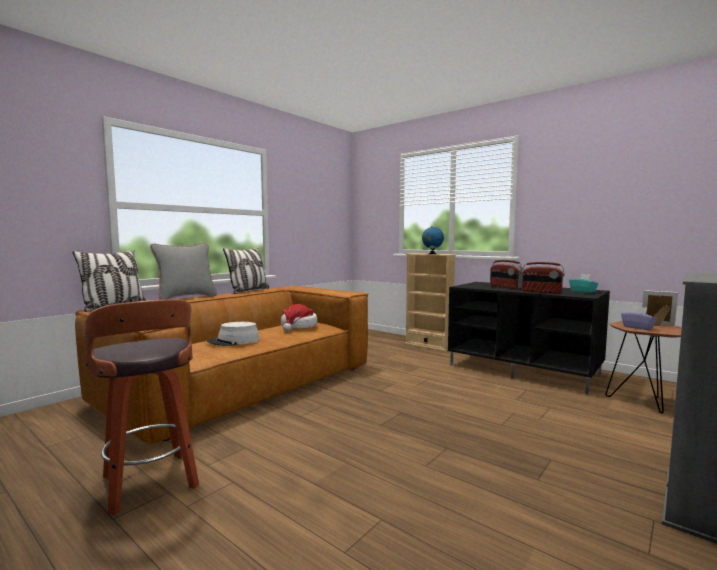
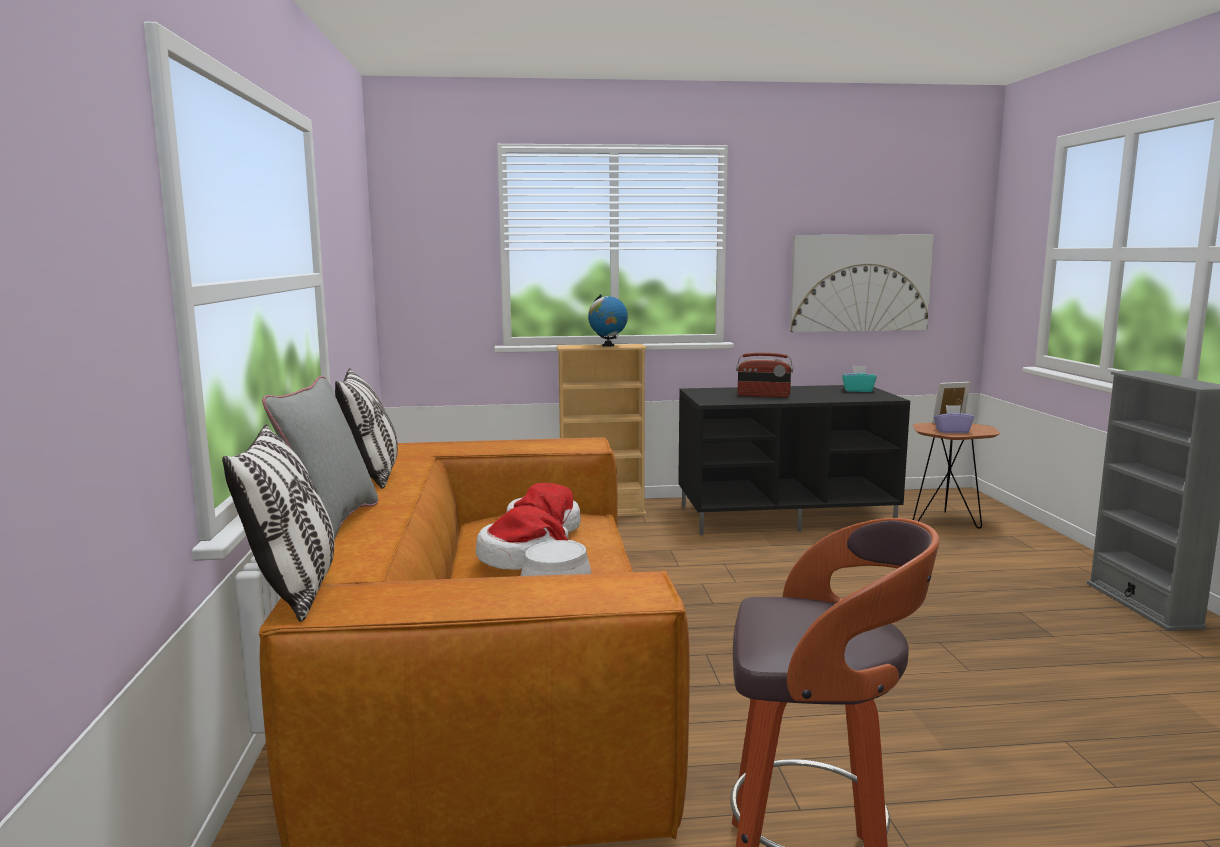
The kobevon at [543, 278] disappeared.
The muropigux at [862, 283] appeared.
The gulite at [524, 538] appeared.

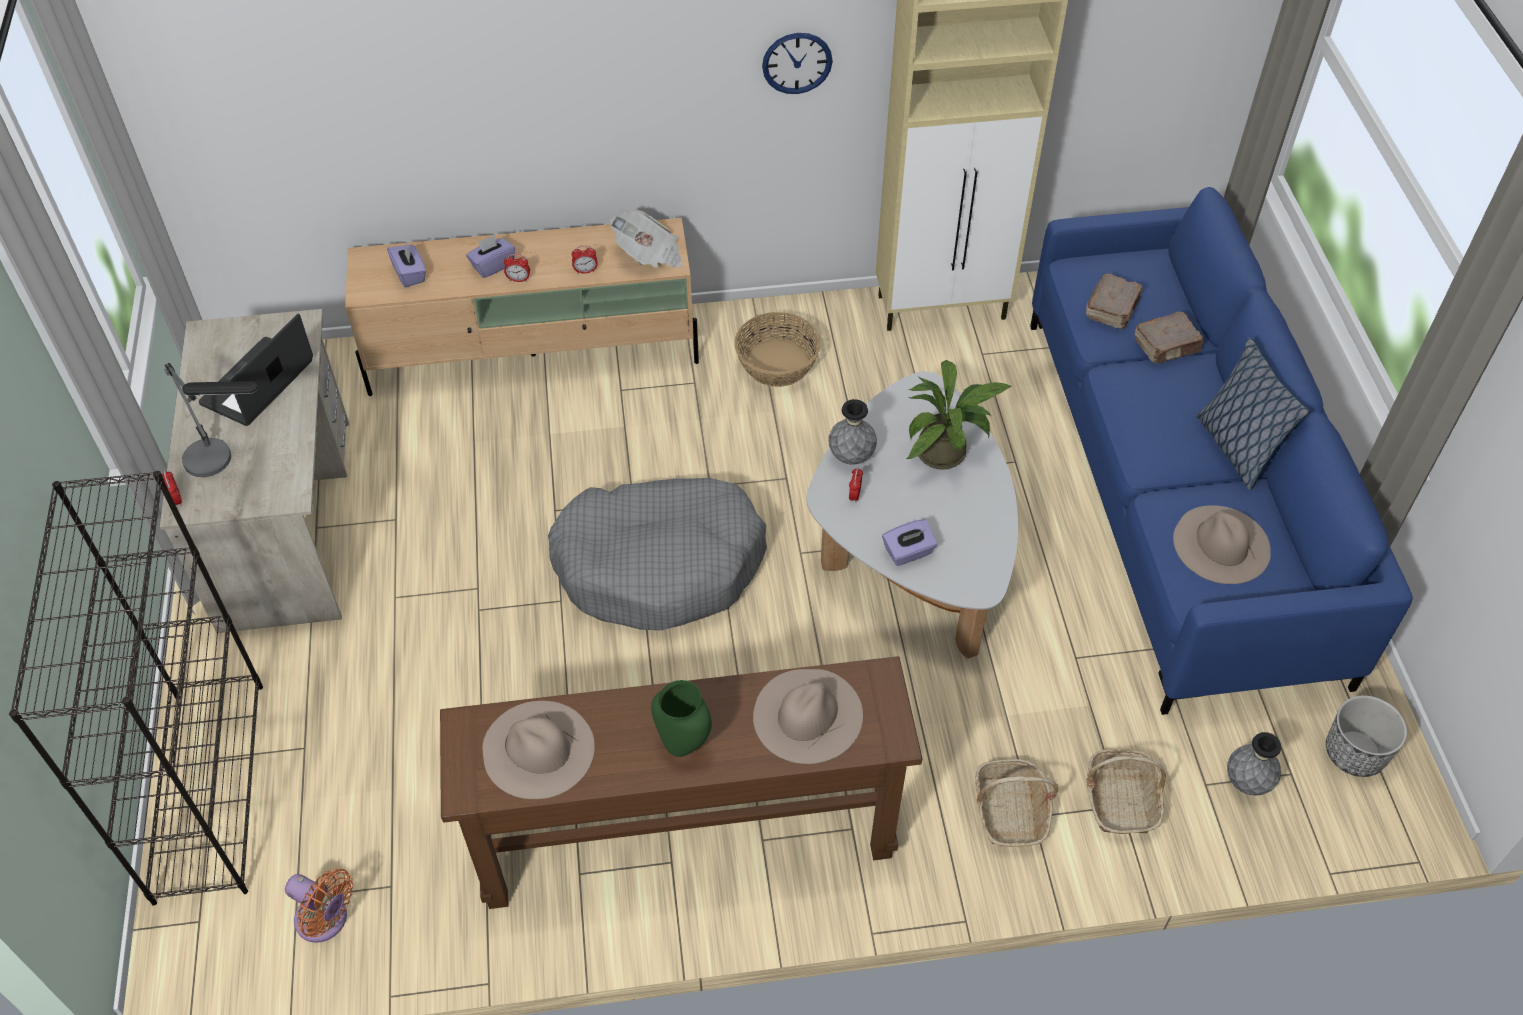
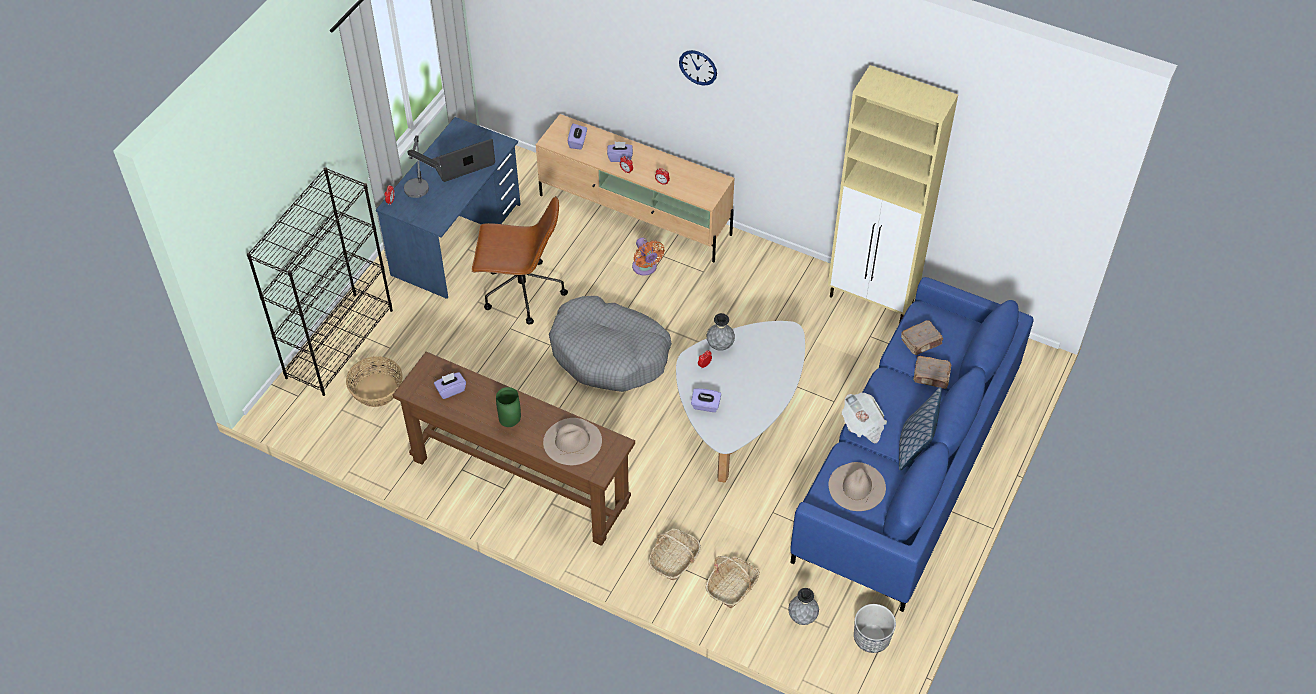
The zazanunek moved from [797, 63] to [698, 67].
The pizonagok moved from [646, 239] to [864, 418].
The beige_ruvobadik at [254, 471] became the blue_ruvobadik at [448, 208].
The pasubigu moved from [777, 349] to [374, 381].
The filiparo at [959, 415] disappeared.
The beige_gulite at [539, 750] was replaced by the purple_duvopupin at [450, 385].
The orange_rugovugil moved from [319, 905] to [648, 257].
The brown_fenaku at [520, 260] appeared.

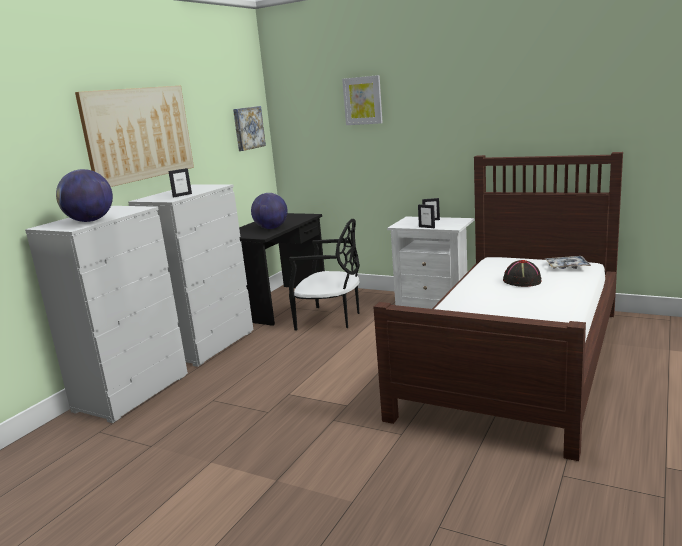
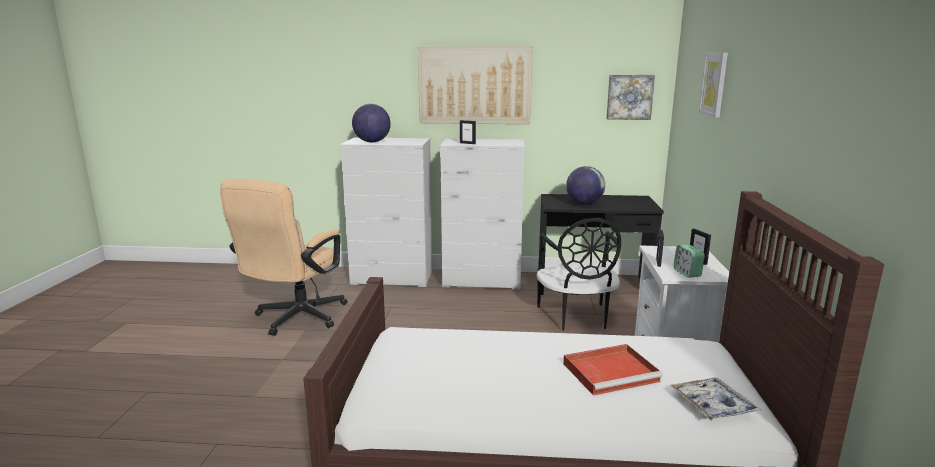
The black_gulite at [522, 273] was replaced by the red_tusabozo at [613, 370].
The beige_fenaku at [284, 257] appeared.
The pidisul at [689, 261] appeared.

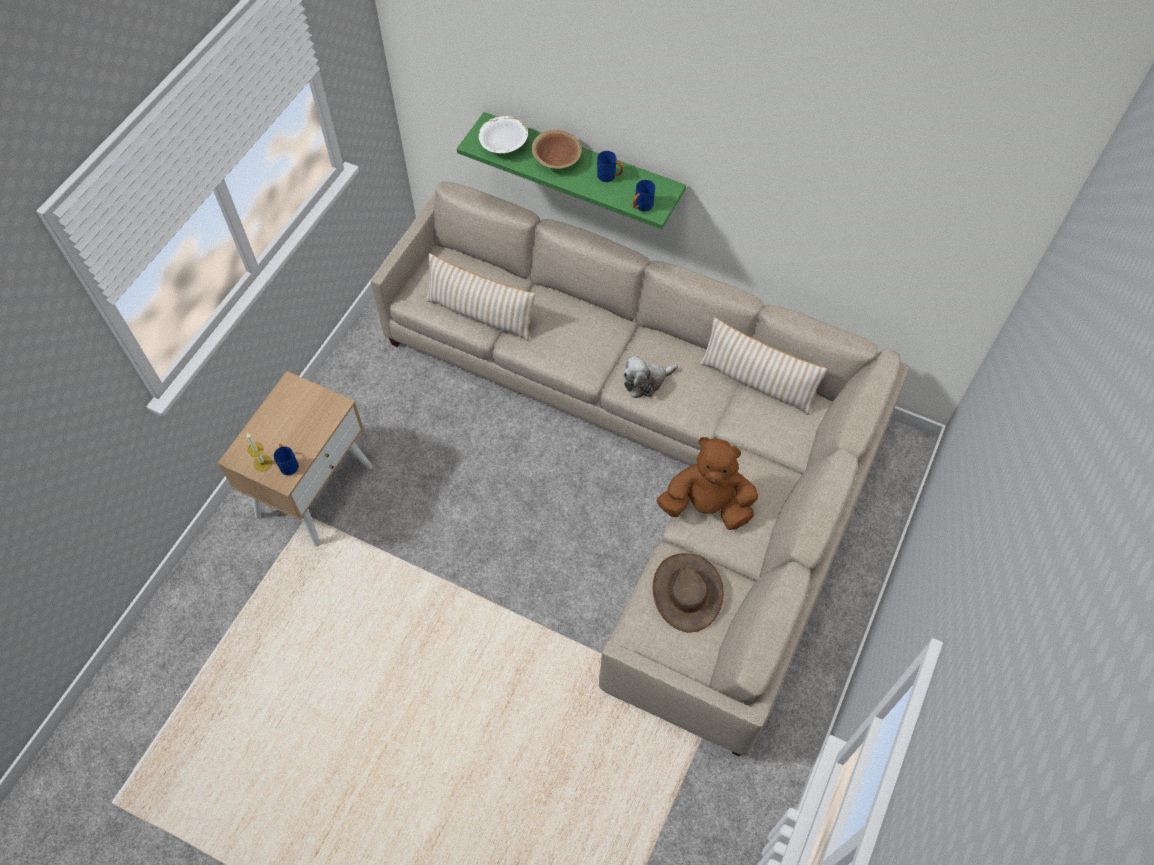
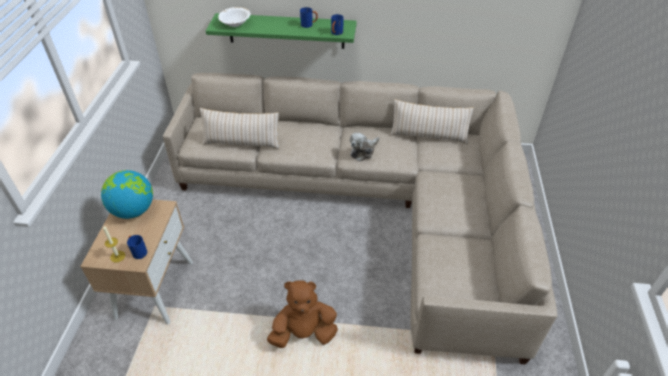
The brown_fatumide at [557, 149] disappeared.
The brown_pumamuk moved from [707, 483] to [302, 314].
The brown_gulite at [688, 592] disappeared.
The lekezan at [127, 194] appeared.

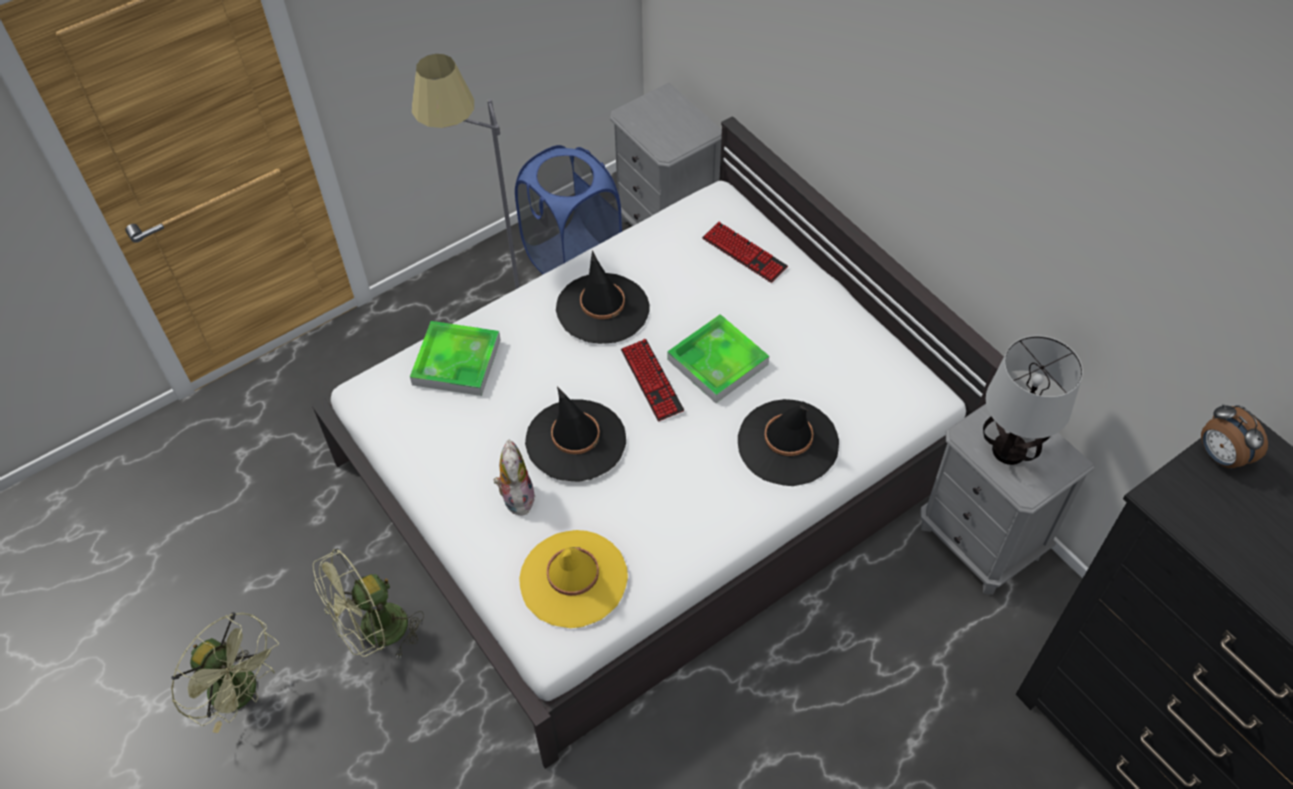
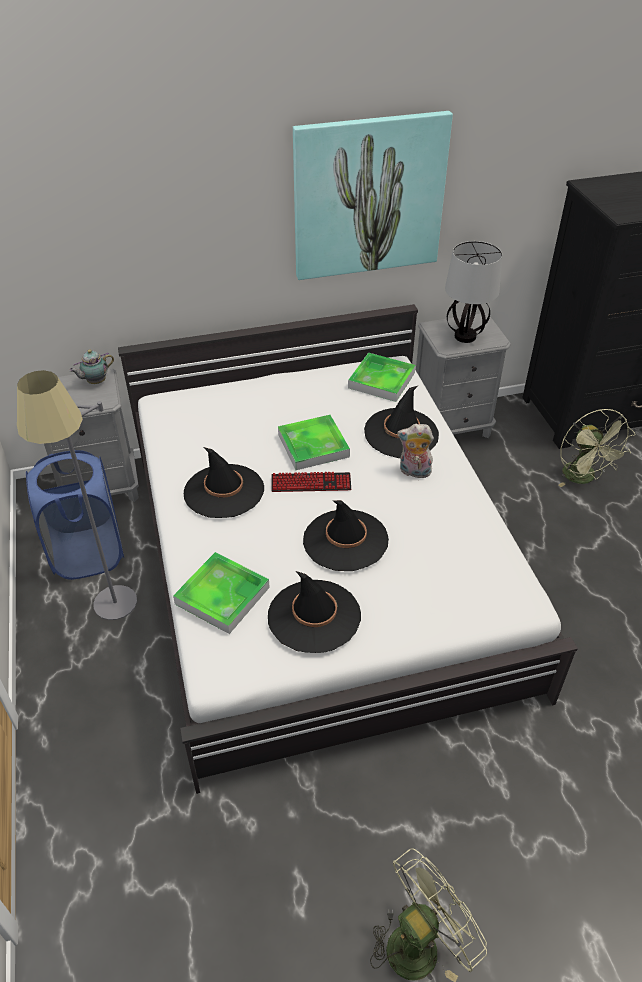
The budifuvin at [745, 252] disappeared.
The pidisul at [1234, 436] disappeared.
The pumamuk moved from [514, 478] to [415, 451].
The yellow_gulite at [573, 579] disappeared.
The green_rugovugil moved from [368, 603] to [596, 448].
The muropigux at [373, 195] appeared.
The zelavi at [91, 367] appeared.
The tusabozo at [382, 377] appeared.
The black_gulite at [314, 612] appeared.

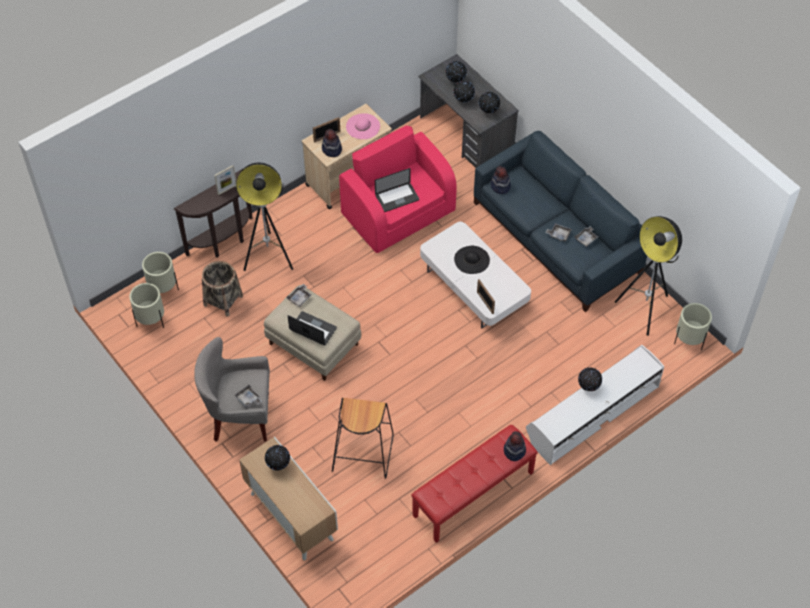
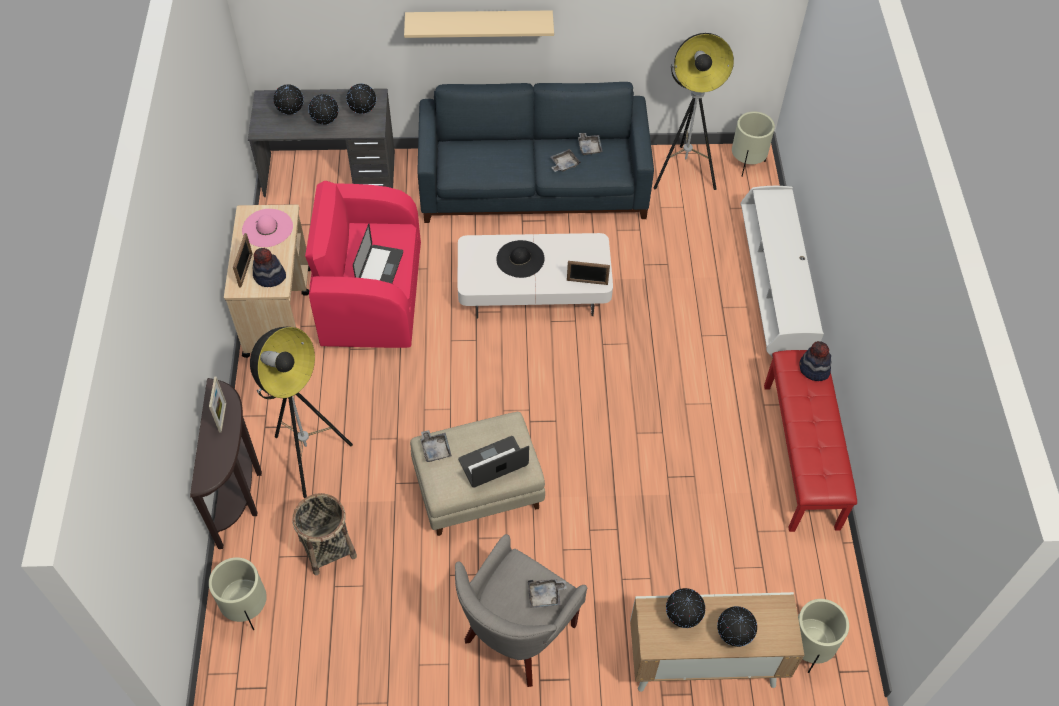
The gulite at [501, 180] disappeared.
The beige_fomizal moved from [146, 305] to [823, 636].
The lekezan moved from [590, 379] to [737, 626].
The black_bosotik at [362, 438] disappeared.
The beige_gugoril at [479, 24] appeared.

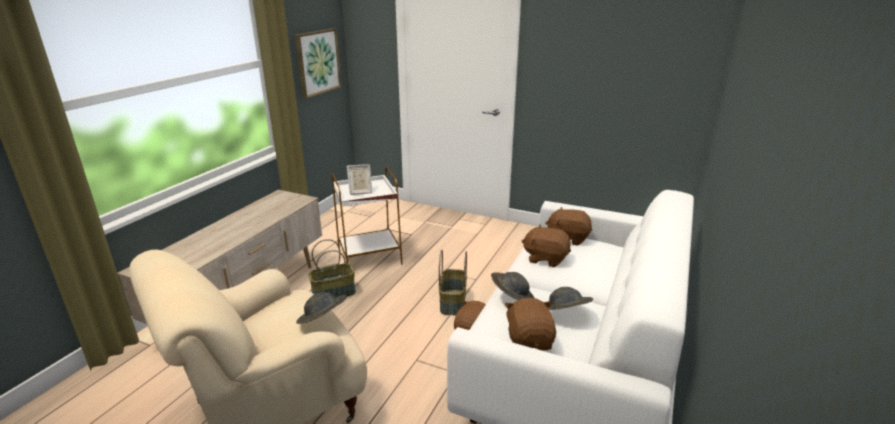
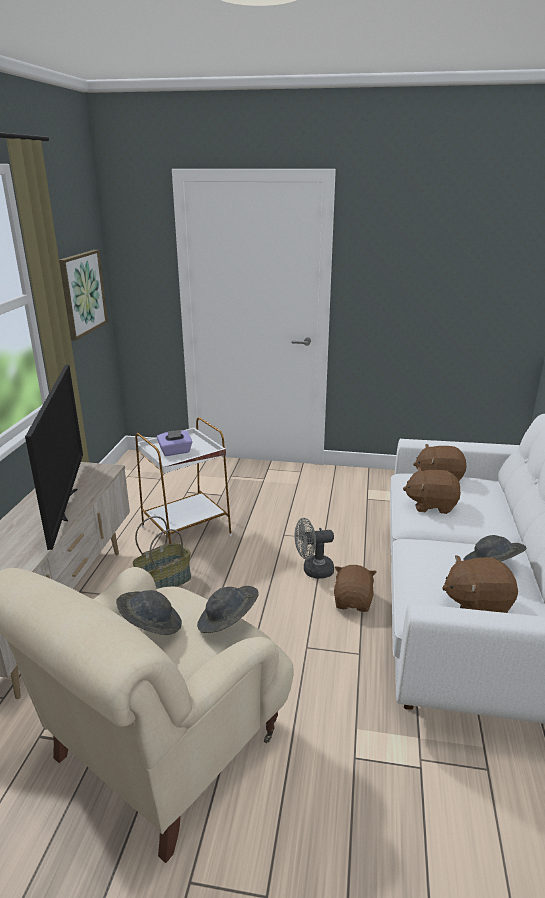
The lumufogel at [359, 180] was replaced by the purple_duvopupin at [174, 443].
The pasubigu at [453, 283] was replaced by the grey_rugovugil at [314, 548].
The grey_gulite moved from [513, 286] to [149, 612].
The brown_pumamuk at [530, 324] turned 75 degrees counterclockwise.
The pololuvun at [54, 457] appeared.

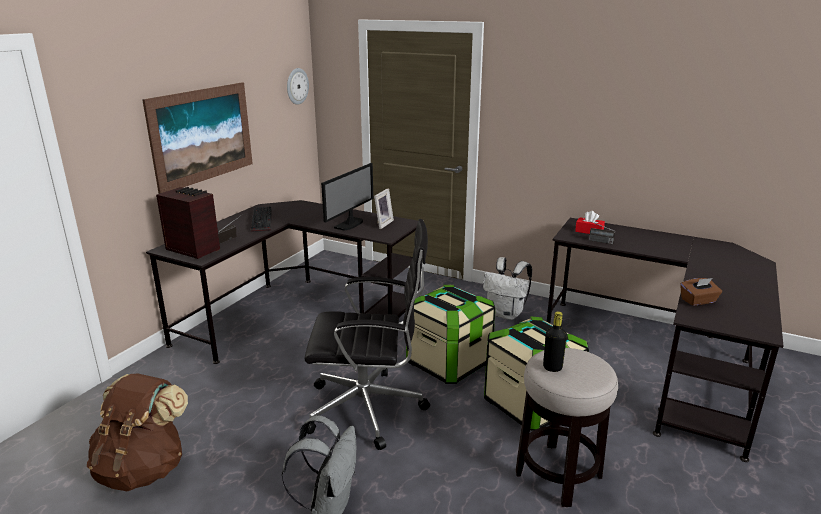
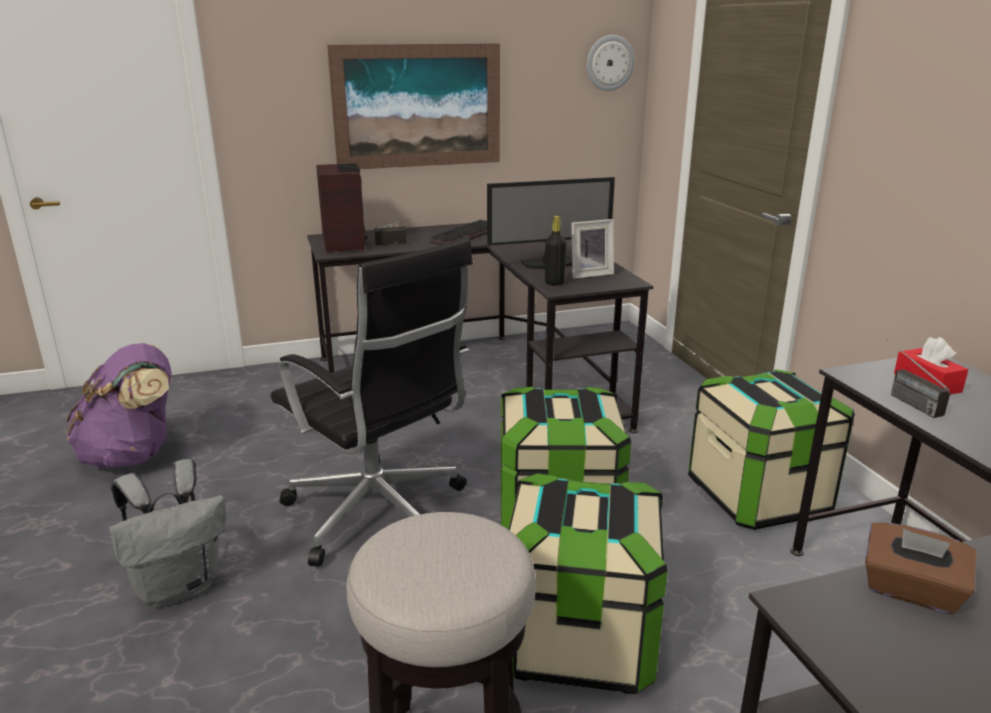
The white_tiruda at [507, 288] was replaced by the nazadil at [771, 449].
The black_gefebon moved from [555, 341] to [555, 250].
The brown_tiruda at [137, 432] became the purple_tiruda at [119, 405].

